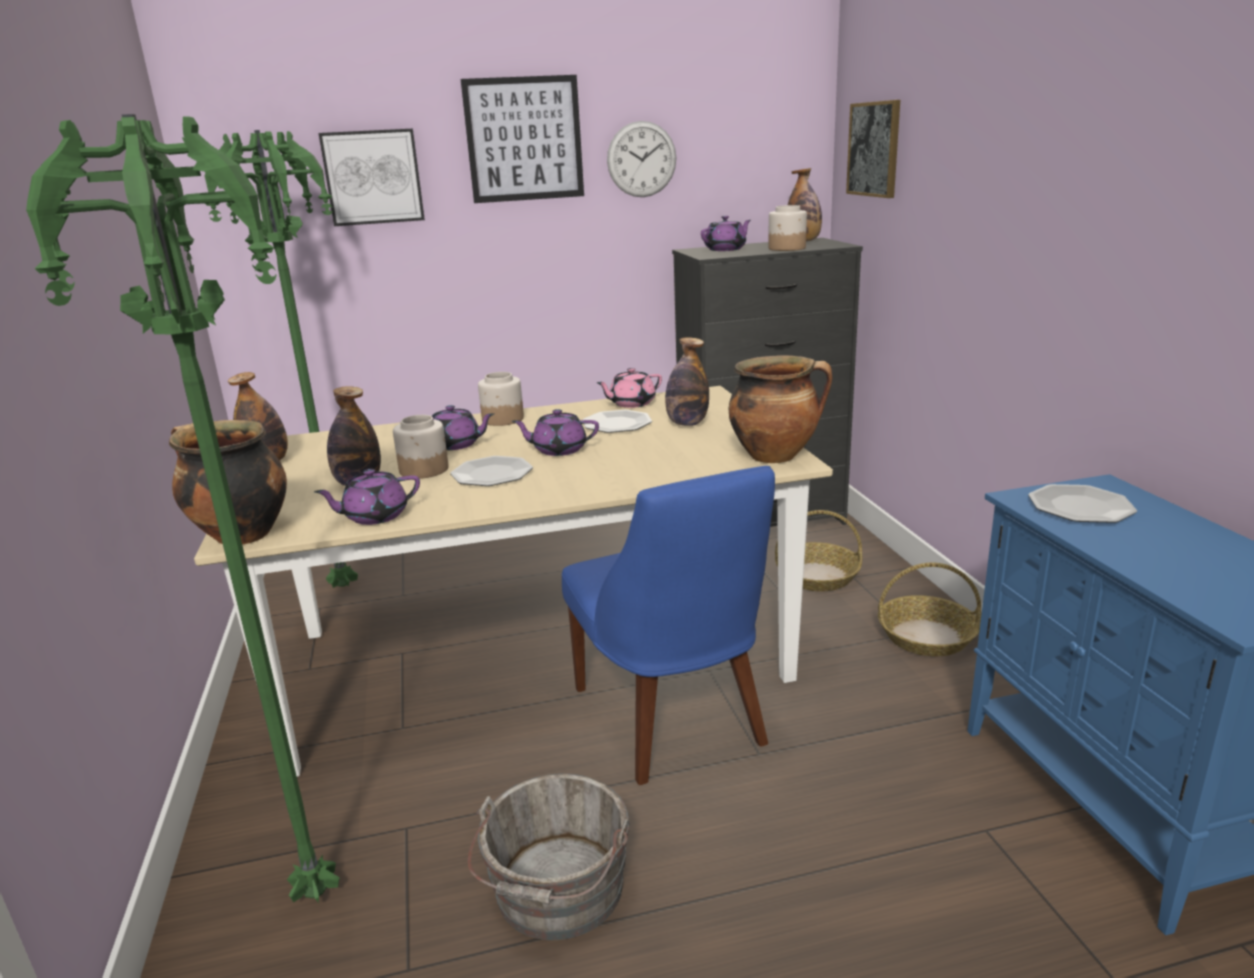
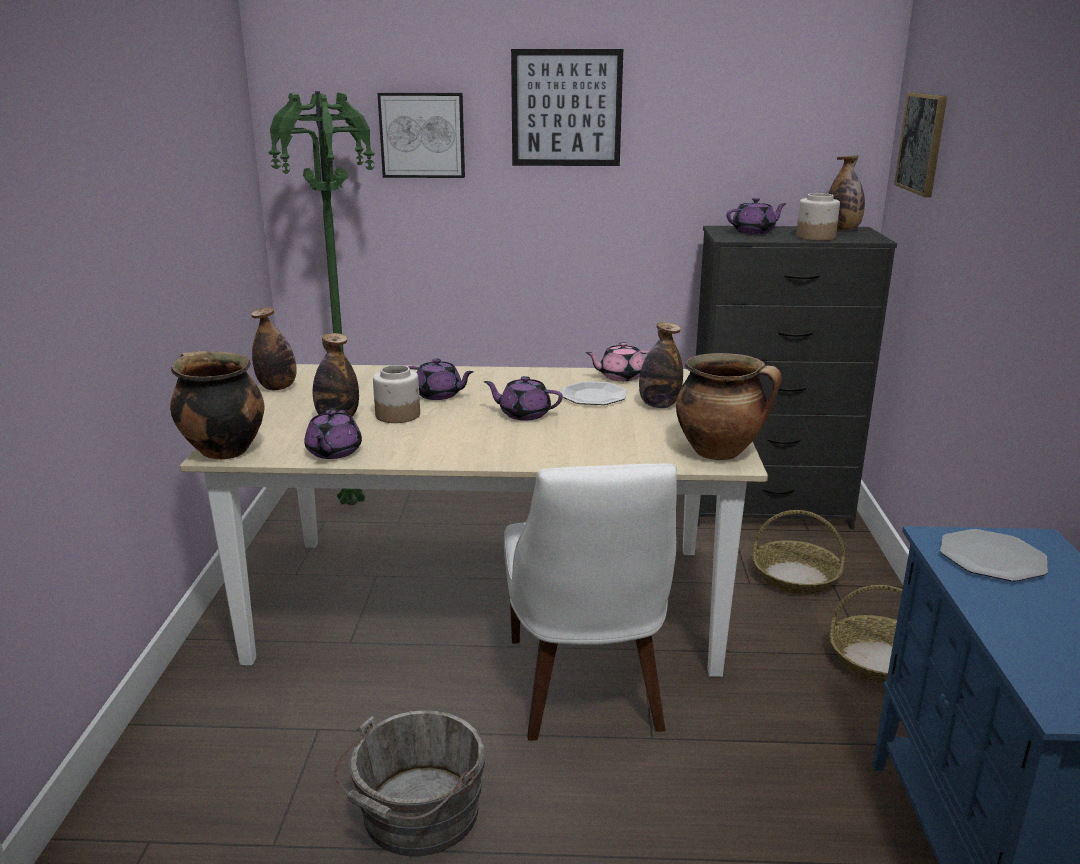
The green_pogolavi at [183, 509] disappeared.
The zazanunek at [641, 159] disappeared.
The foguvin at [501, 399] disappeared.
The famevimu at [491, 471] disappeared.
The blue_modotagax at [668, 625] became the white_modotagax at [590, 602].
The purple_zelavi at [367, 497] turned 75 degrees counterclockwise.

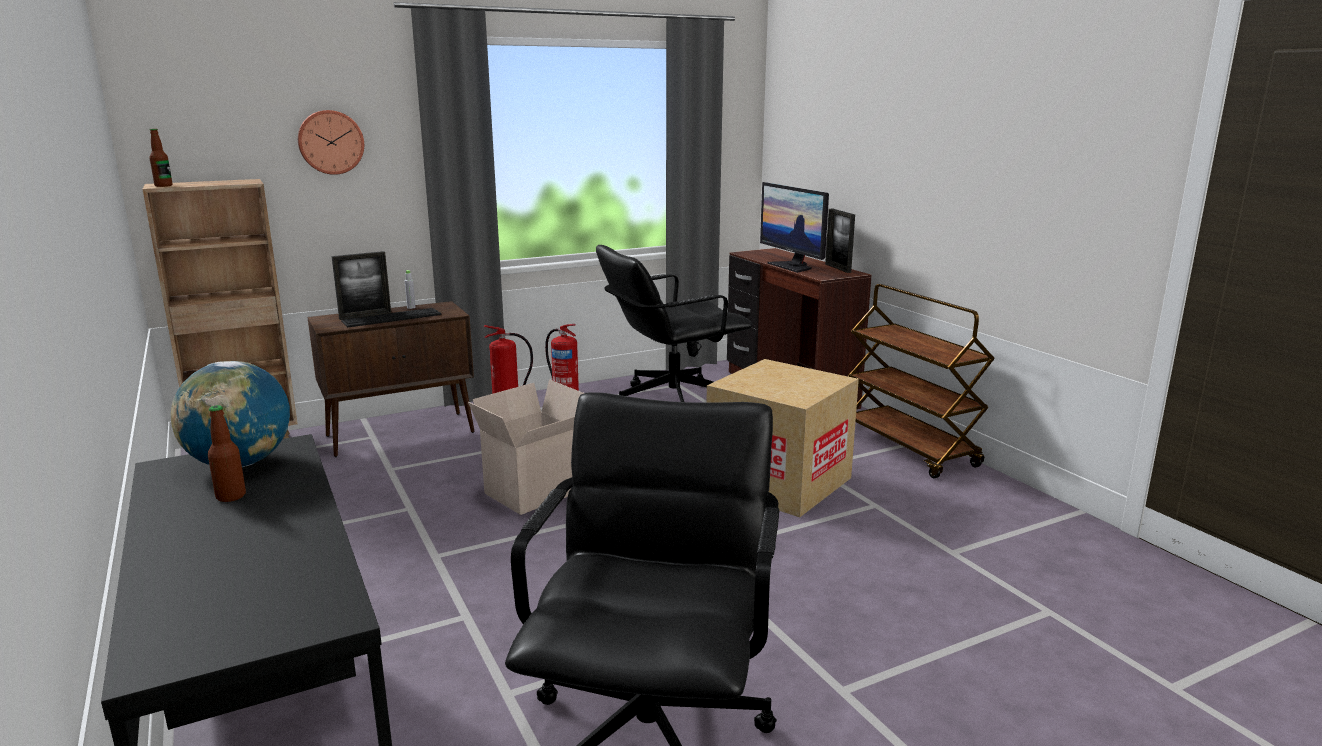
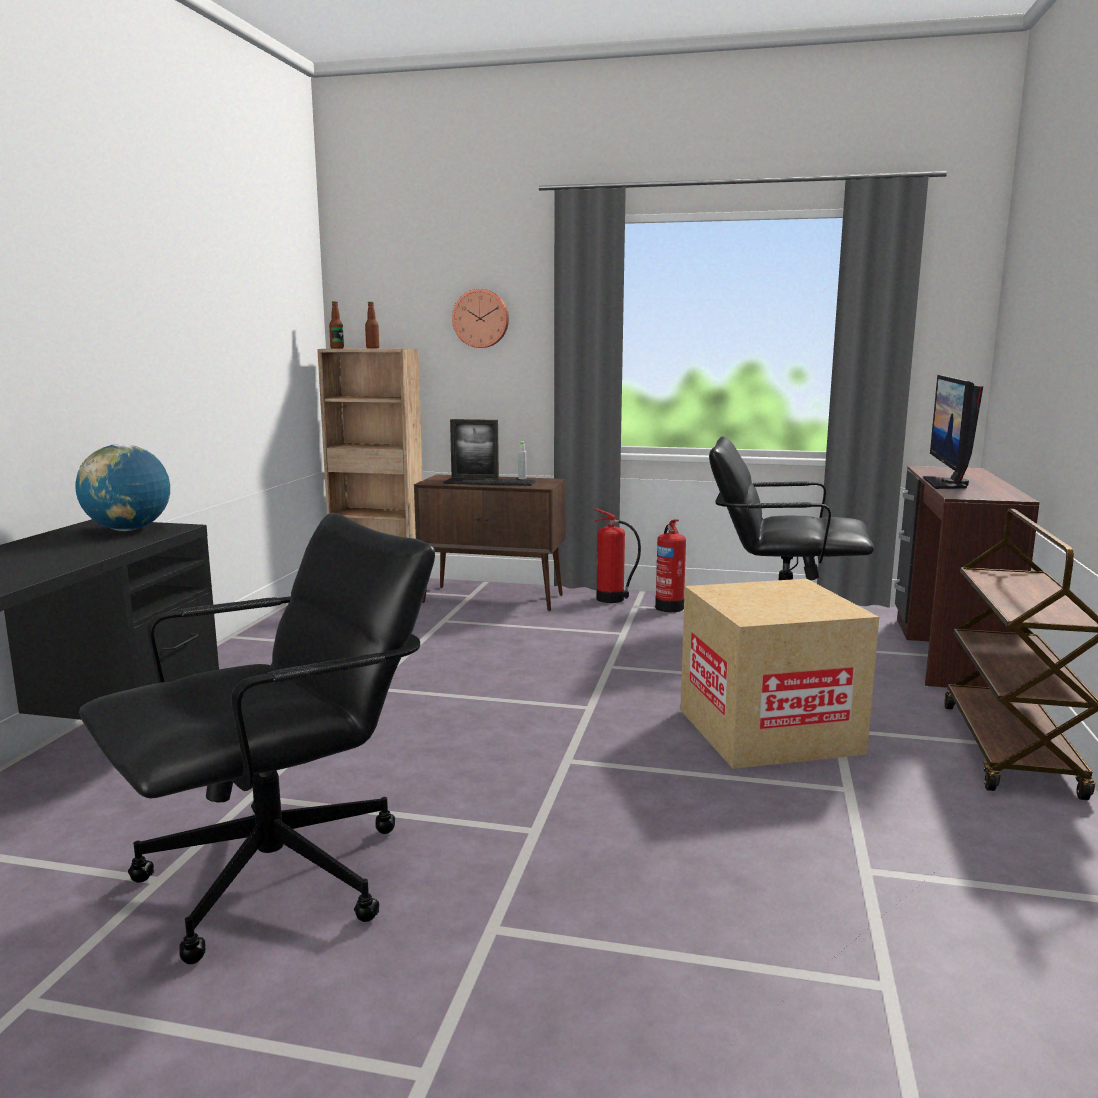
The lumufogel at [840, 241] disappeared.
The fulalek at [526, 447] disappeared.
The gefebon moved from [227, 453] to [372, 325].

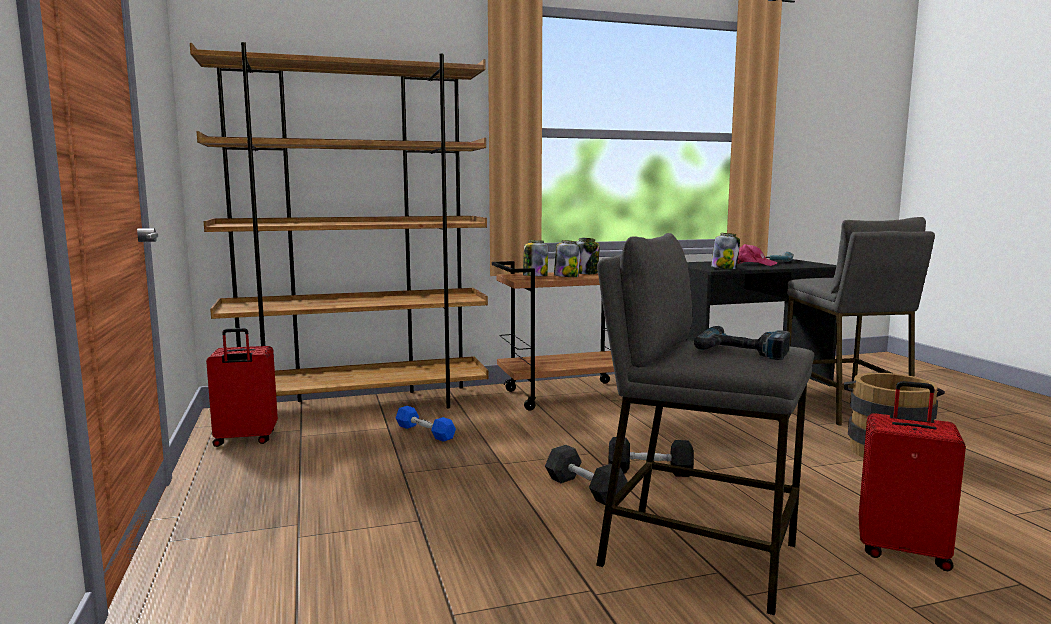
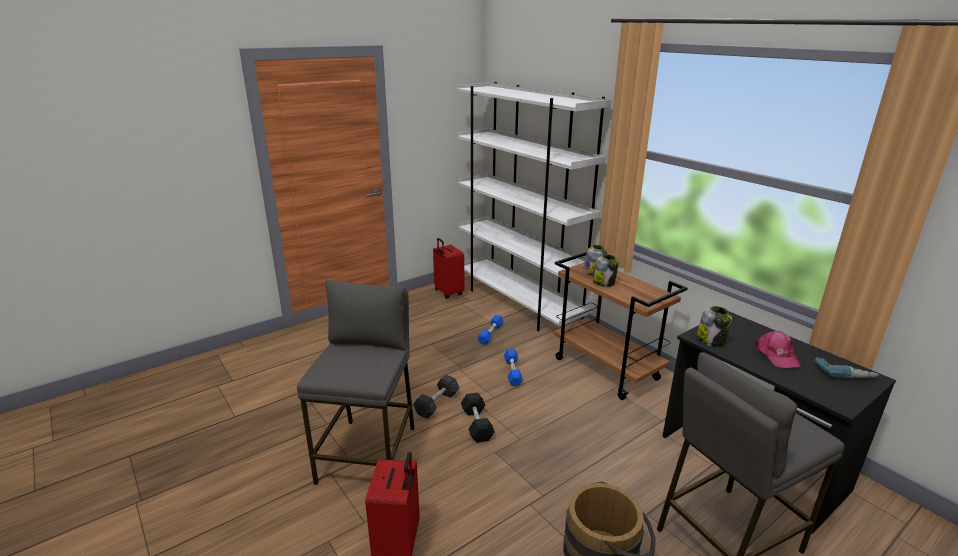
The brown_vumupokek at [339, 225] became the white_vumupokek at [534, 206].
The foguvin at [588, 256] disappeared.
The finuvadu at [742, 343] disappeared.
The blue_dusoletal at [513, 367] appeared.

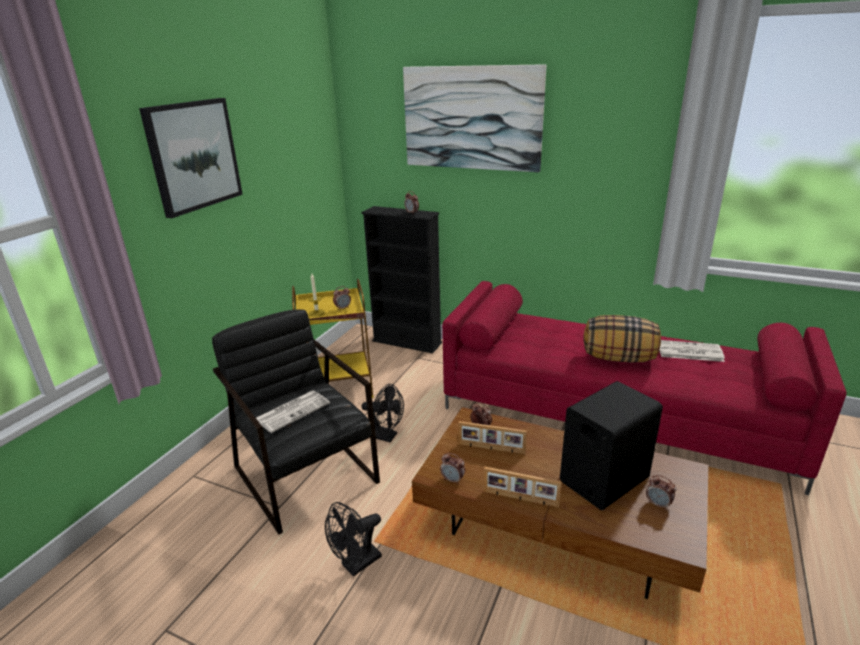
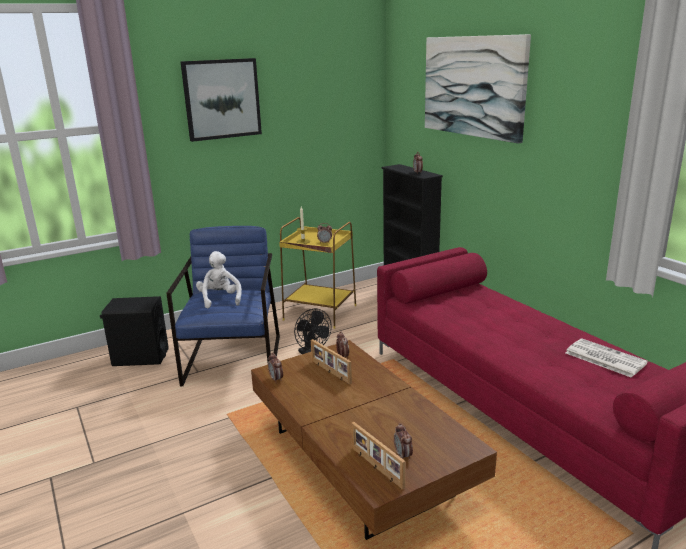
The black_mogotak at [296, 422] became the blue_mogotak at [223, 306].
The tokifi at [622, 339] disappeared.
The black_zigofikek moved from [611, 445] to [134, 331].
The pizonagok at [293, 411] was replaced by the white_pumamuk at [219, 279].
The lumufogel moved from [523, 487] to [378, 456].
The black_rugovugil at [353, 539] disappeared.

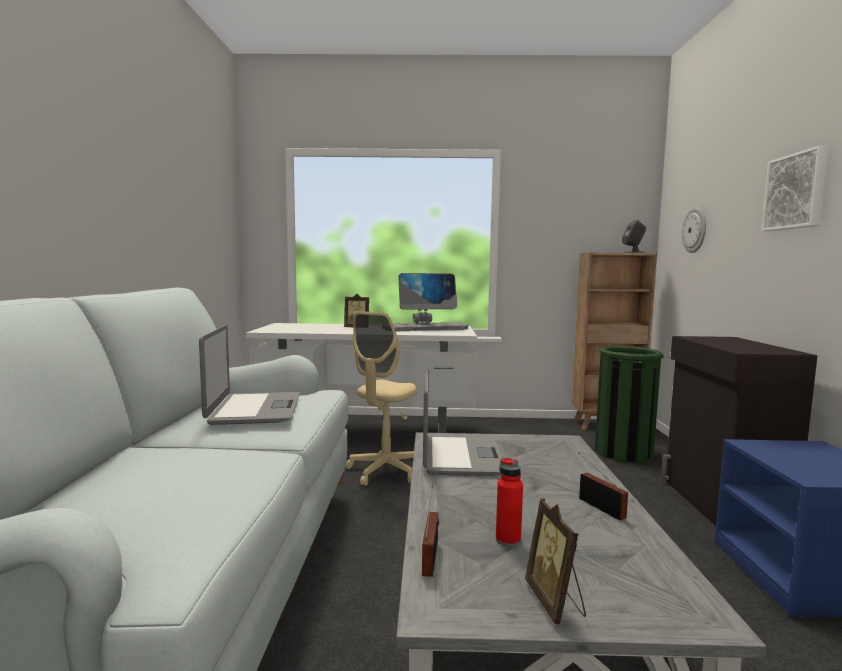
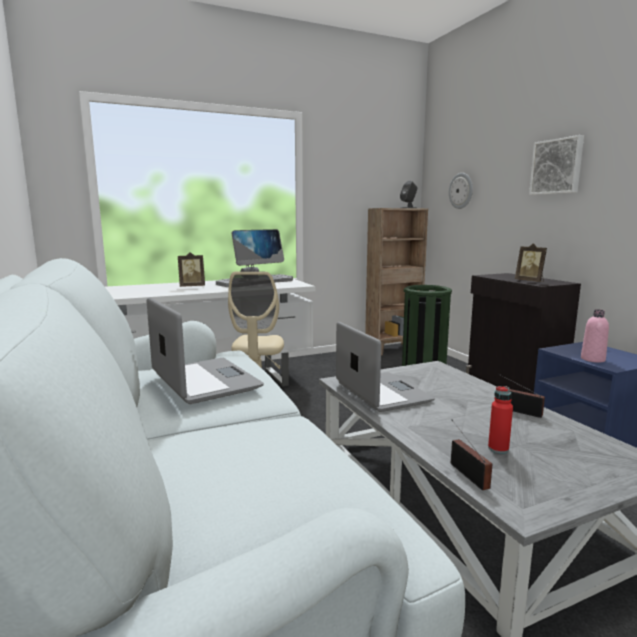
The lumufogel moved from [555, 561] to [531, 262].
The pink_gefebon at [595, 335] appeared.

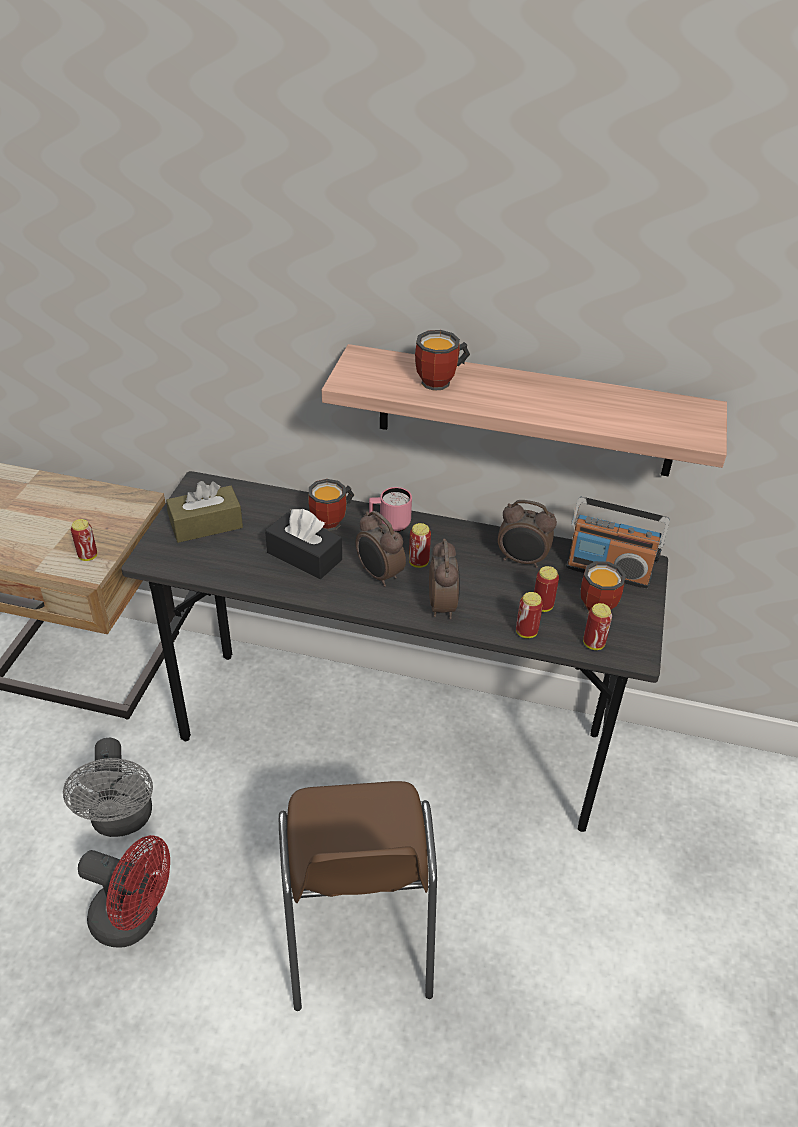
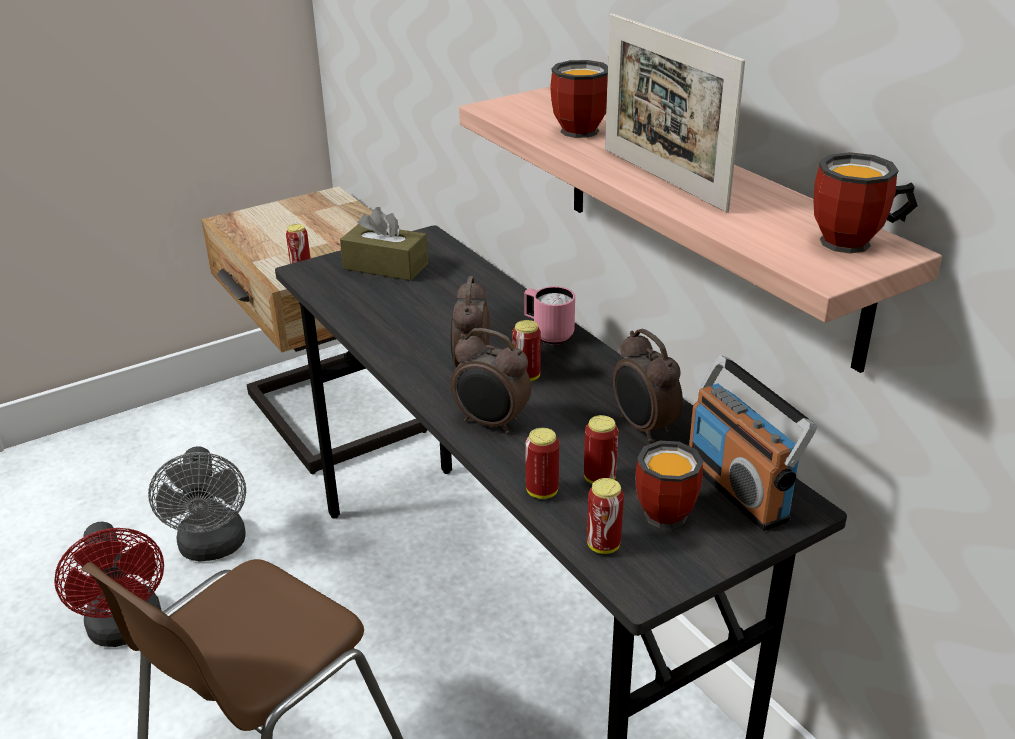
The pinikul moved from [331, 505] to [866, 203].
The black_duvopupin at [303, 544] disappeared.
The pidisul at [444, 578] turned 75 degrees clockwise.
The grey_rugovugil at [108, 787] turned 45 degrees counterclockwise.
The lumufogel at [675, 113] appeared.

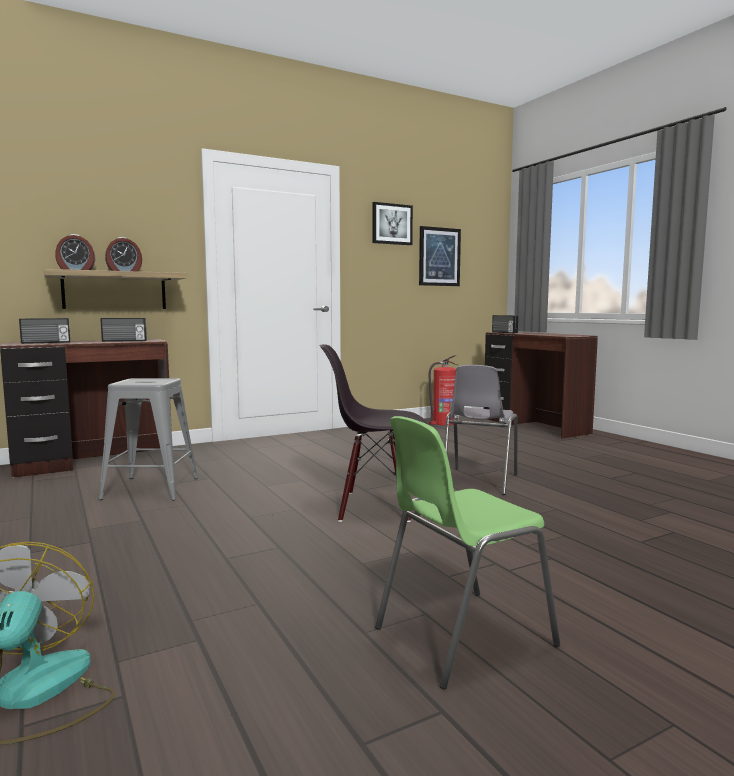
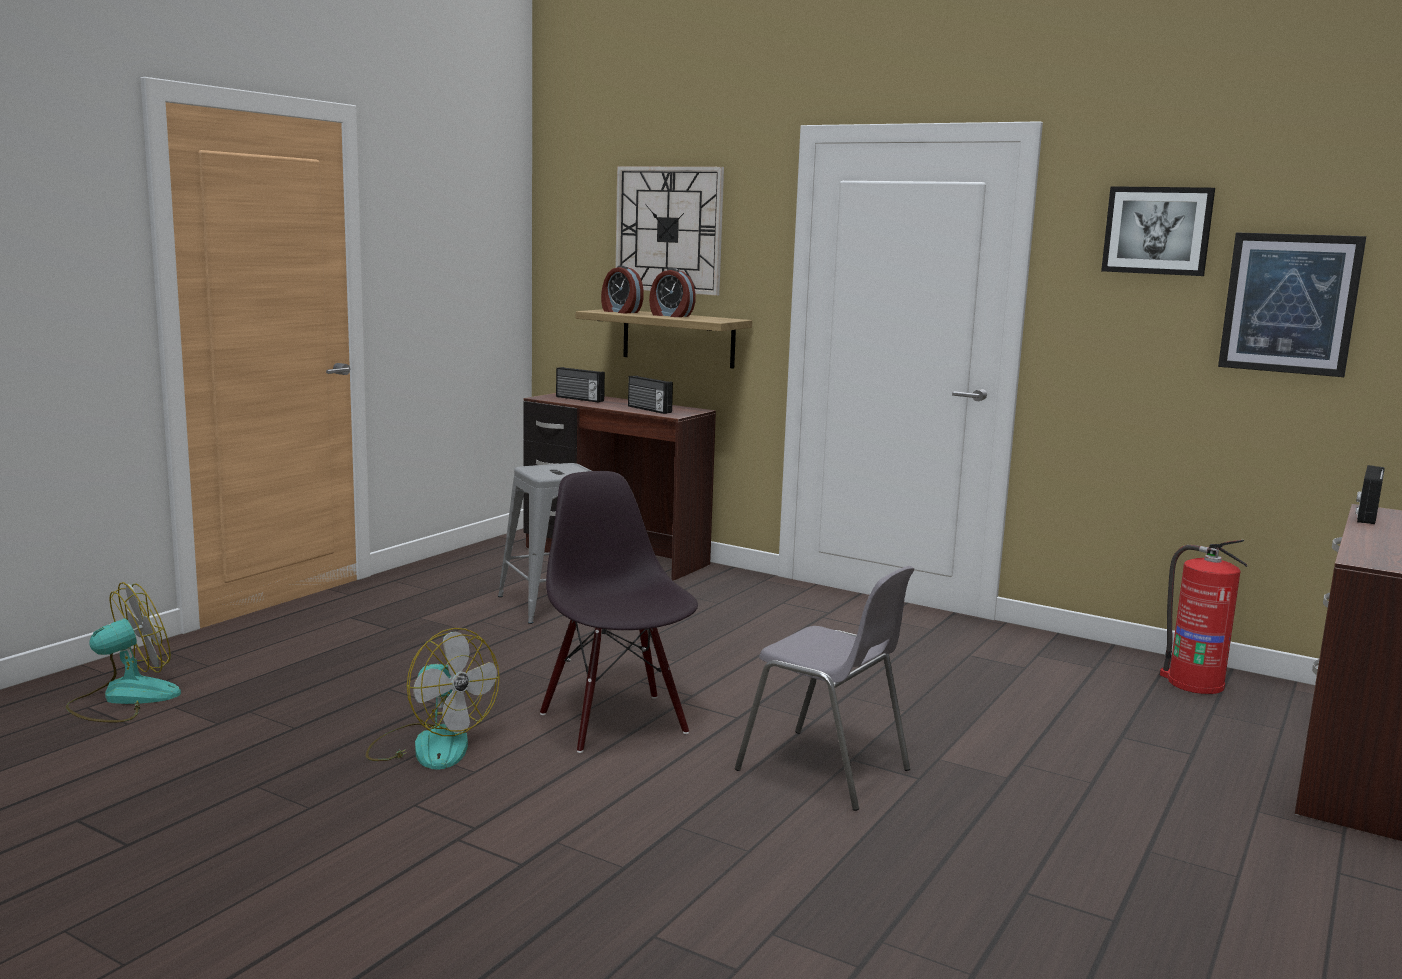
The grey_modotagax at [481, 430] turned 135 degrees counterclockwise.
The green_modotagax at [467, 553] disappeared.
The zazanunek at [669, 231] appeared.
The rugovugil at [433, 699] appeared.

